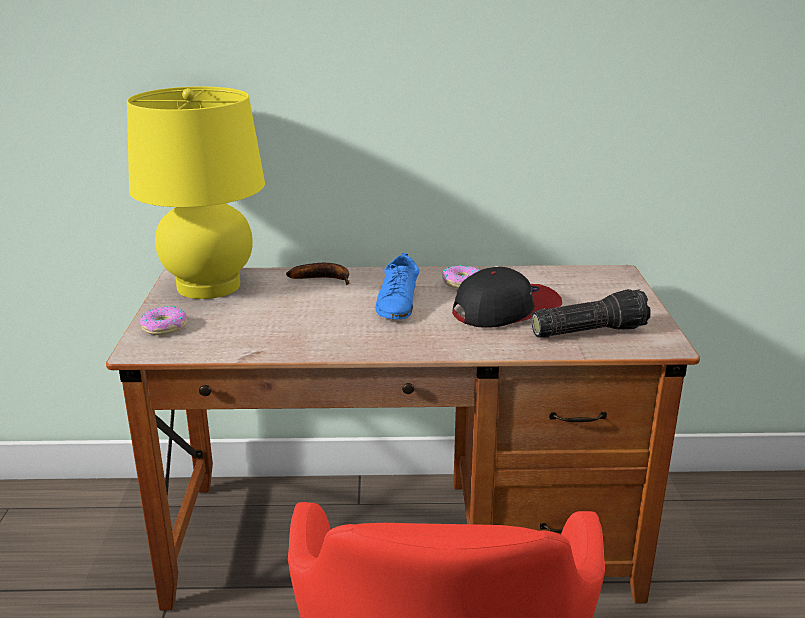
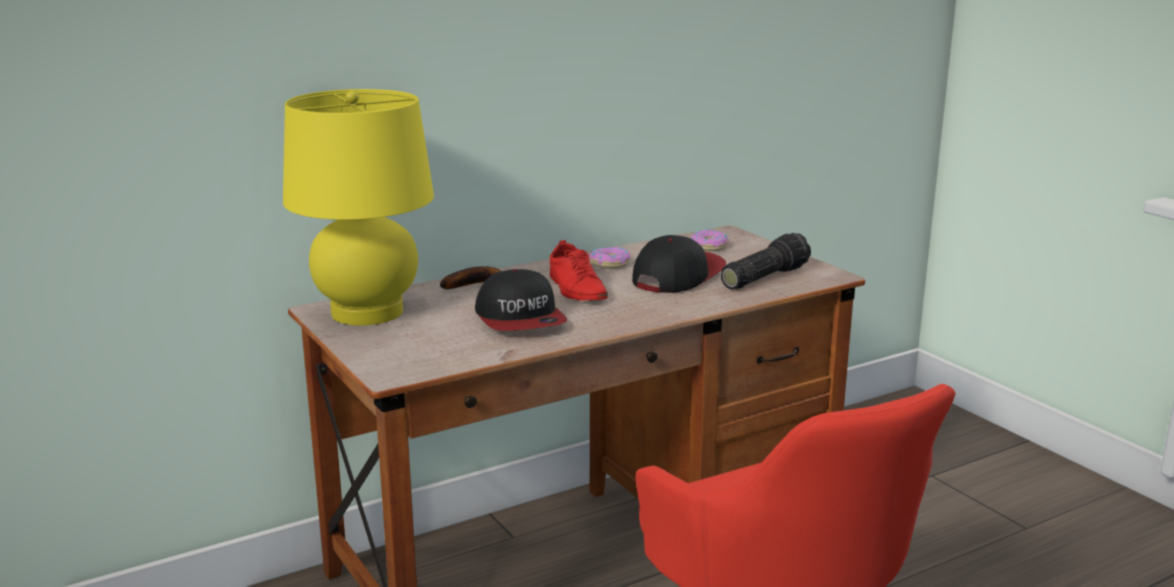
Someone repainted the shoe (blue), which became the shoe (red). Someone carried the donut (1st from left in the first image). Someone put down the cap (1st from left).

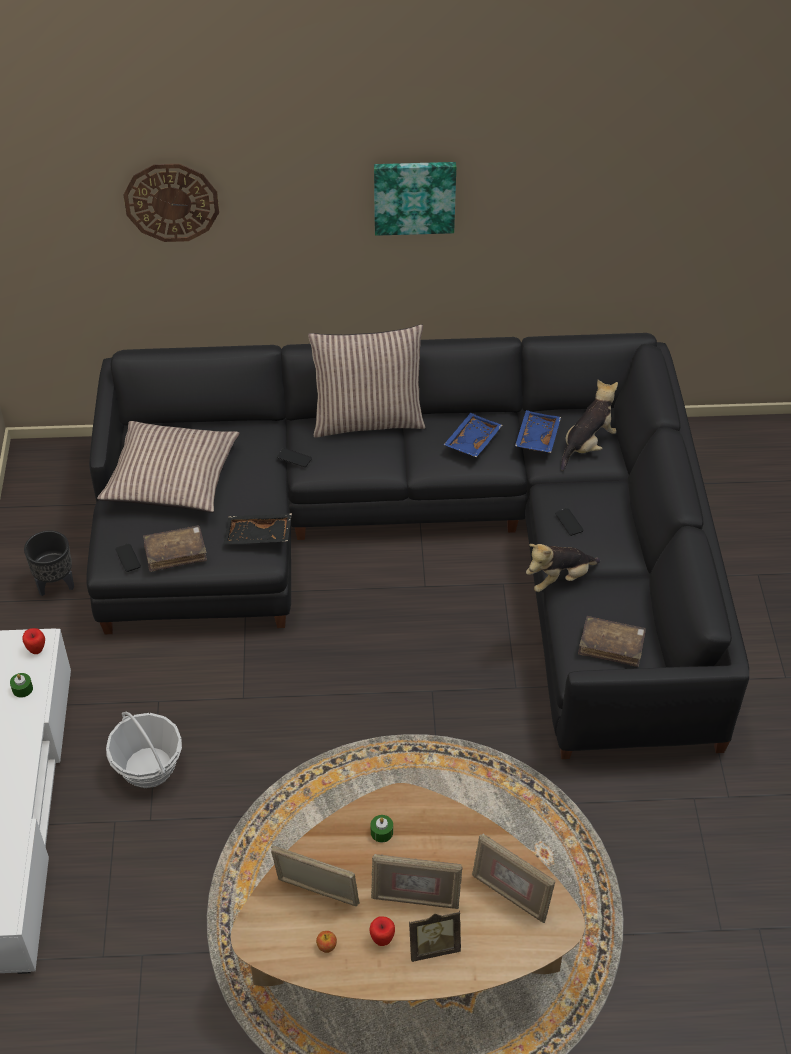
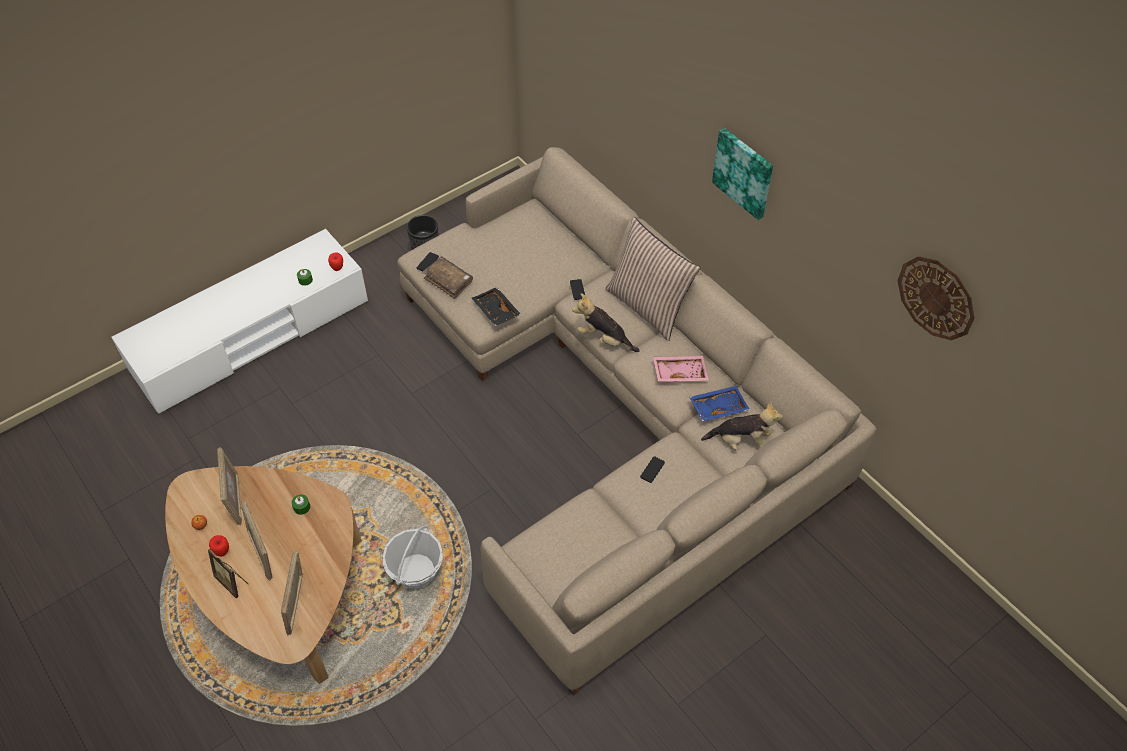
Someone carried the wall clock. Someone repainted the sofa (black), which became the sofa (beige). Someone repainted the tray (blue) (1st from left), which became the tray (pink). Someone took away the pillow (1st from left). Someone carried the plush toy (1st from left). Someone took away the book (brown) (2nd from left). Someone carried the basket.

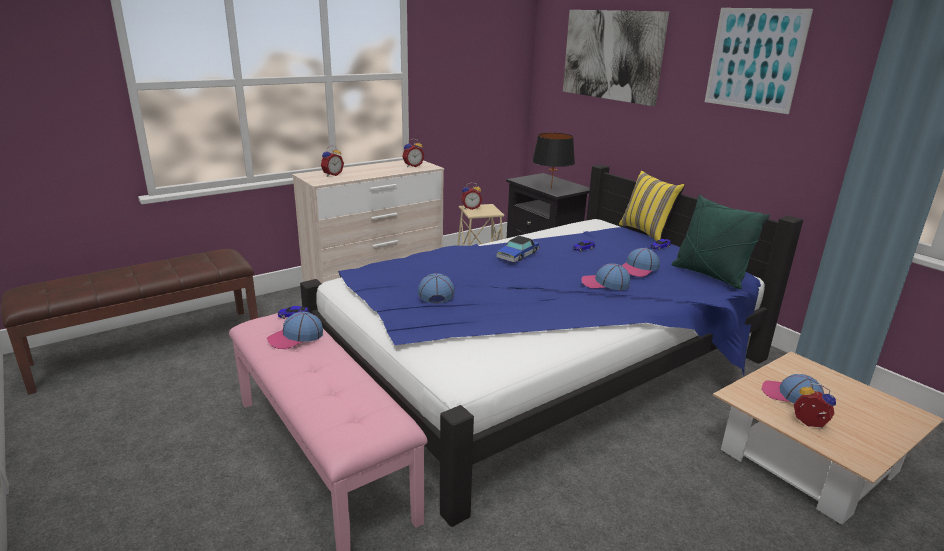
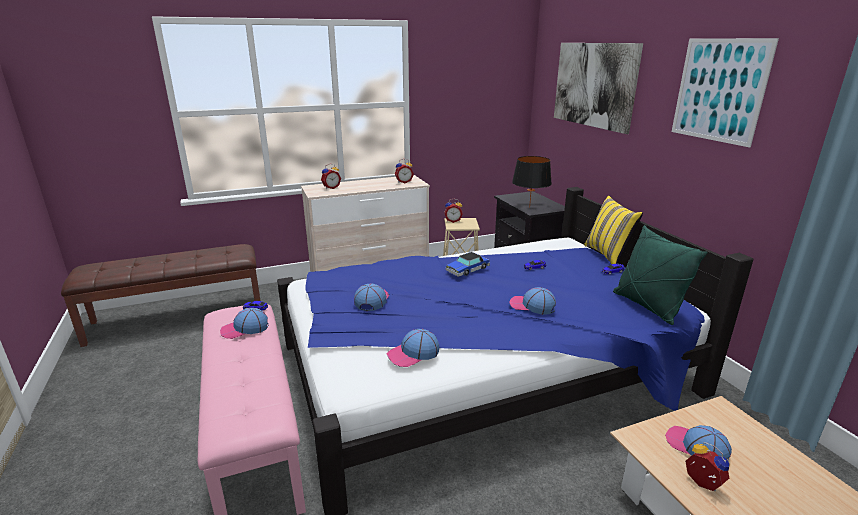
Someone carried the cap (4th from left in the first image).

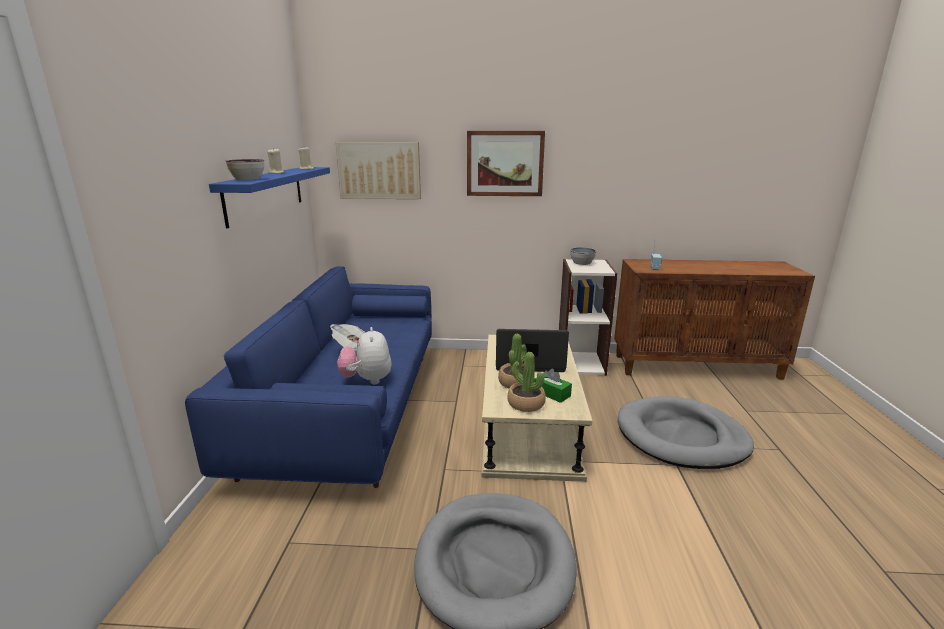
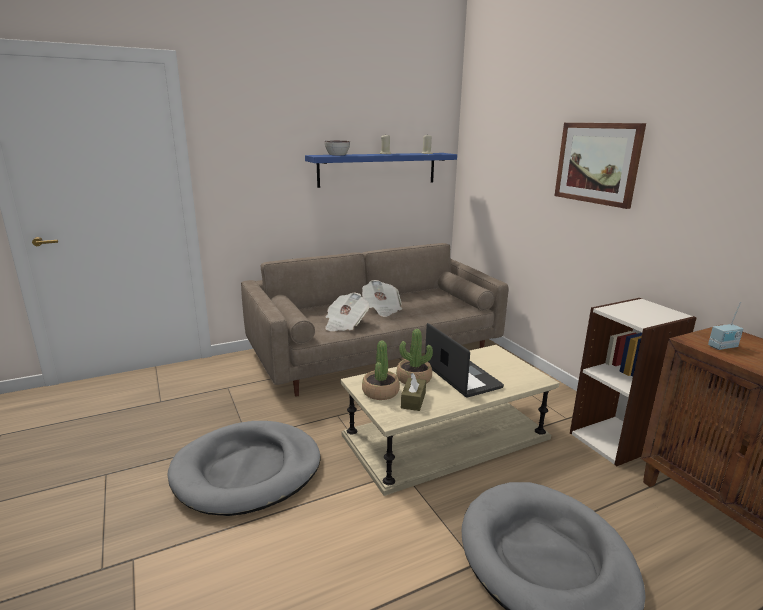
Someone took away the picture (1st from left). Someone took away the bowl (2nd from left). Someone repainted the sofa (blue), which became the sofa (beige). Someone swapped the plush toy for the newspaper (1st from left). Someone repainted the tissue box (green), which became the tissue box (brown).

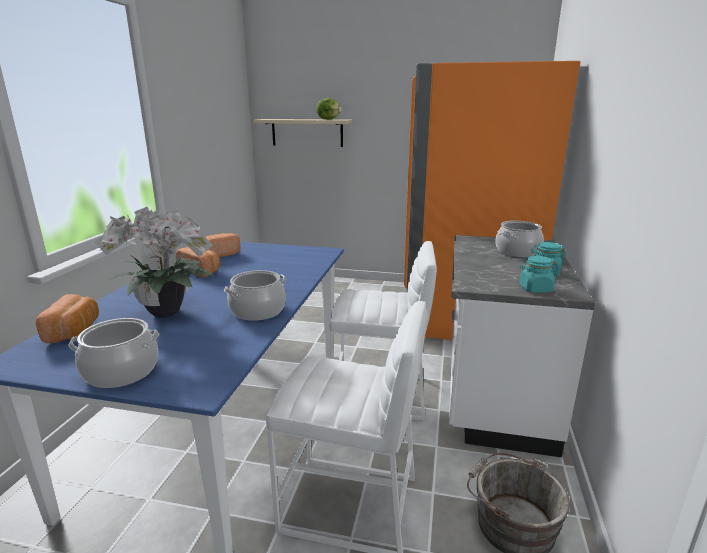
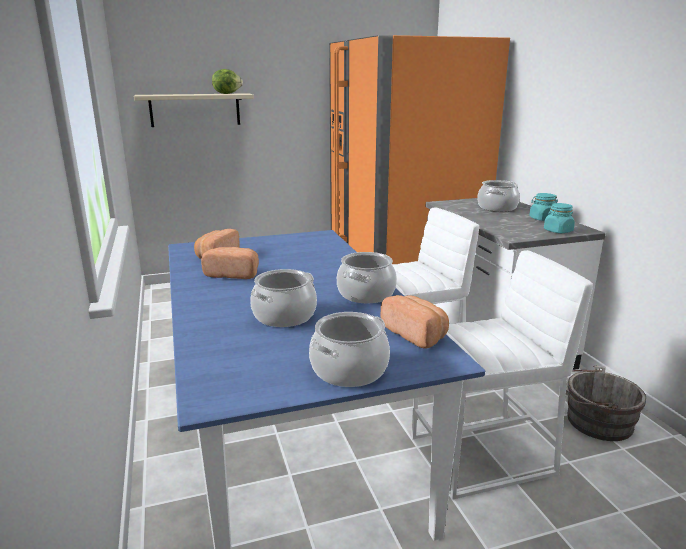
Someone swapped the potted plant for the cooking pot (1st from left). Someone carried the bread (1st from left in the first image).

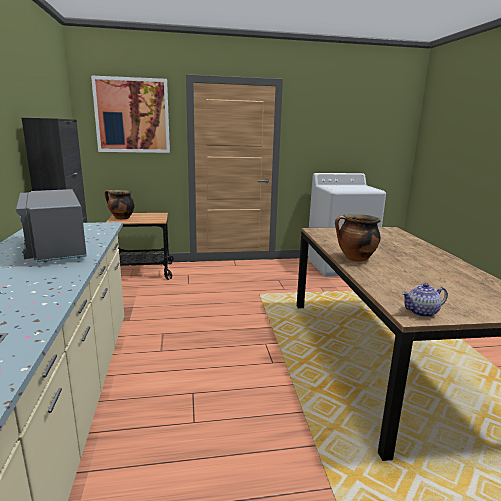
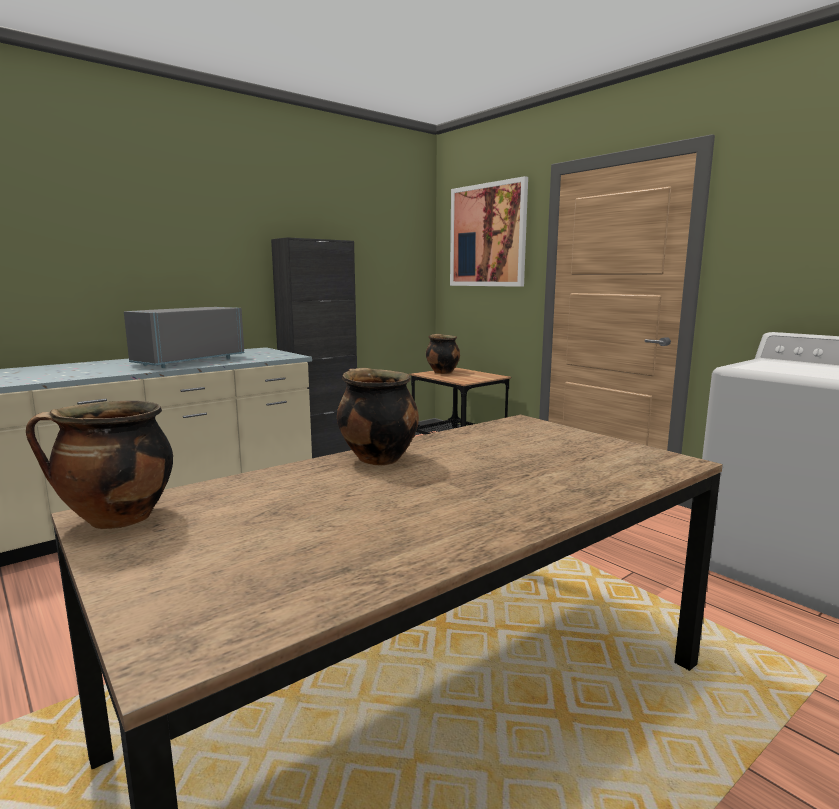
Someone swapped the teapot for the cooking pot (1st from left).

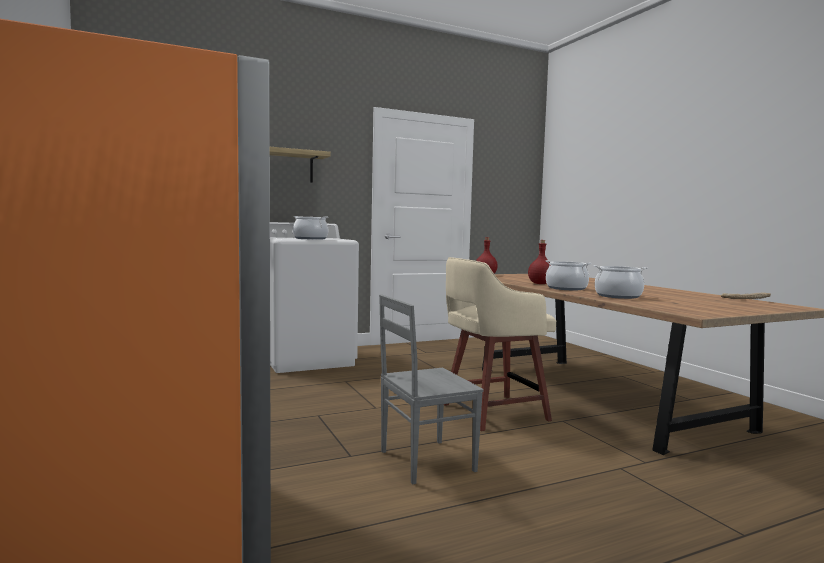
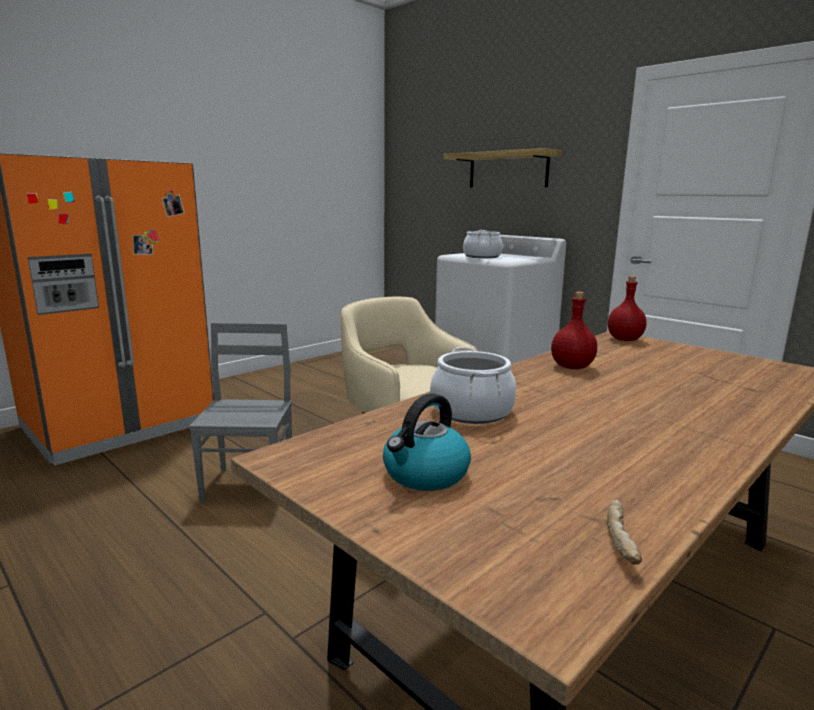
Someone took away the cooking pot (2nd from left). Someone rotated the chair (grey) by 45 degrees clockwise. Someone put down the kettle.

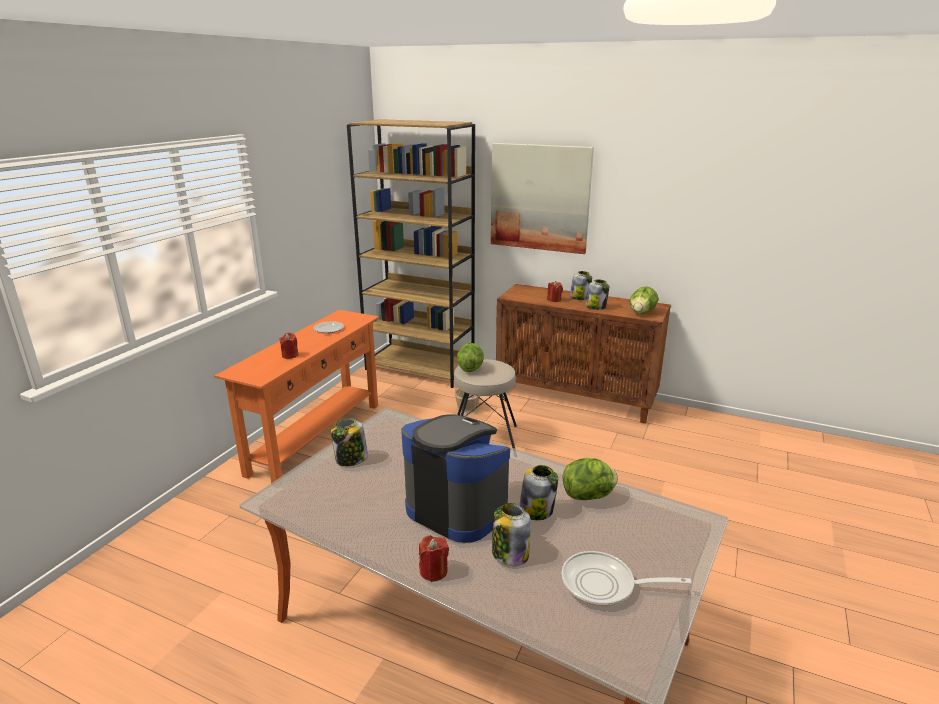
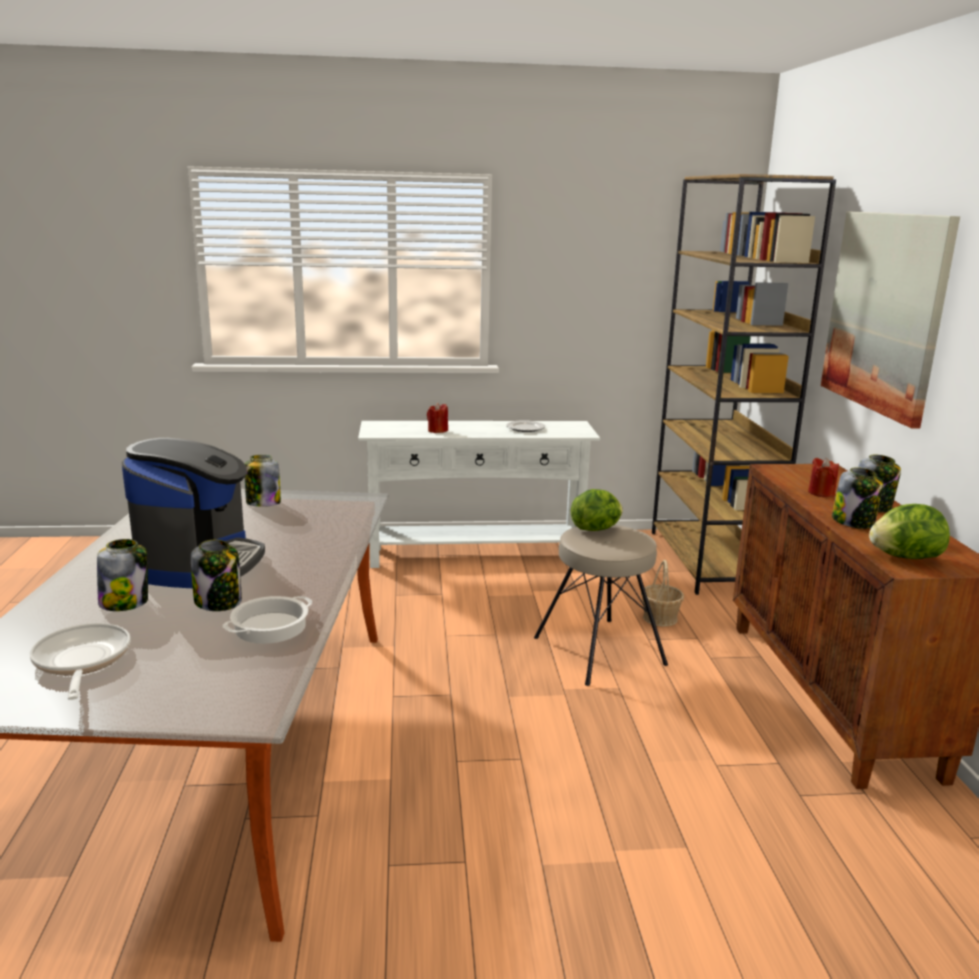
Someone repainted the console table (orange), which became the console table (white). Someone swapped the lettuce (2nd from left) for the cooking pot. Someone took away the candle (red) (2nd from left).

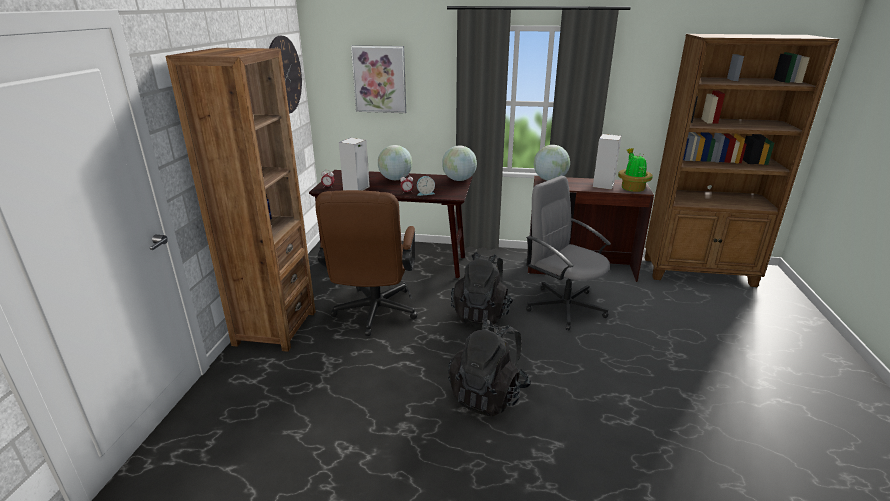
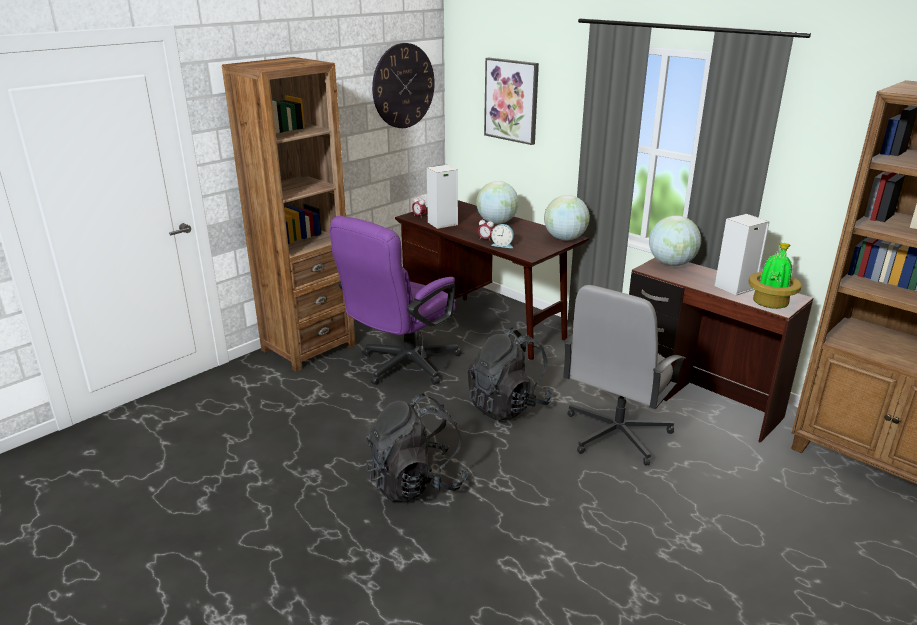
Someone rotated the office chair (grey) by 135 degrees counterclockwise. Someone repainted the office chair (brown), which became the office chair (purple).

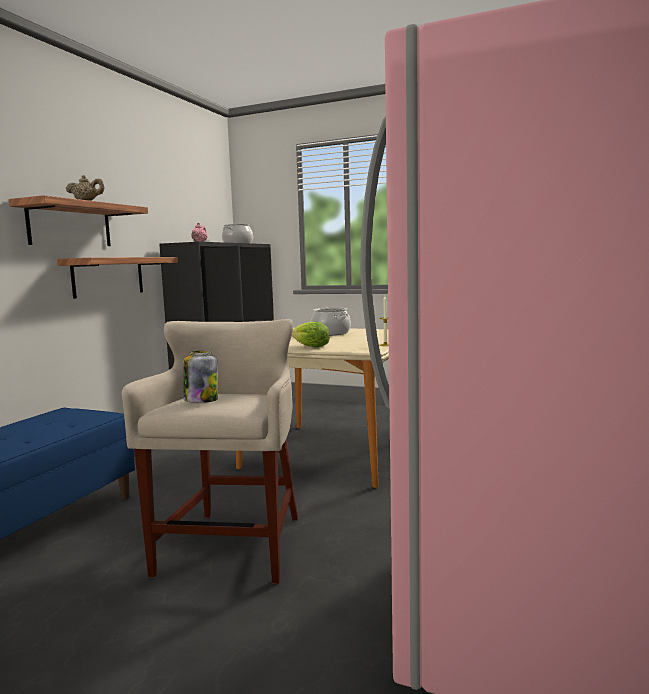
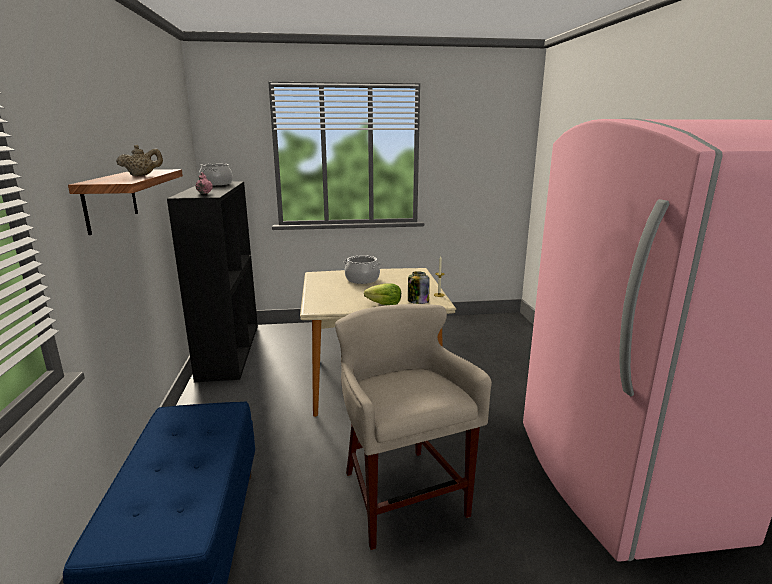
Someone took away the shelf (2nd from left). Someone carried the jar.

